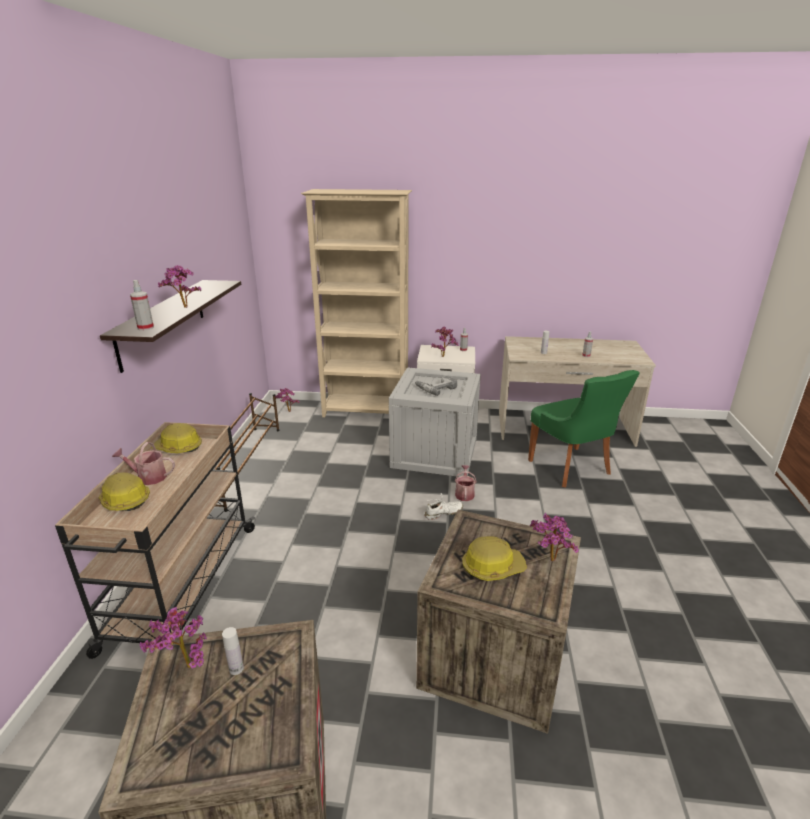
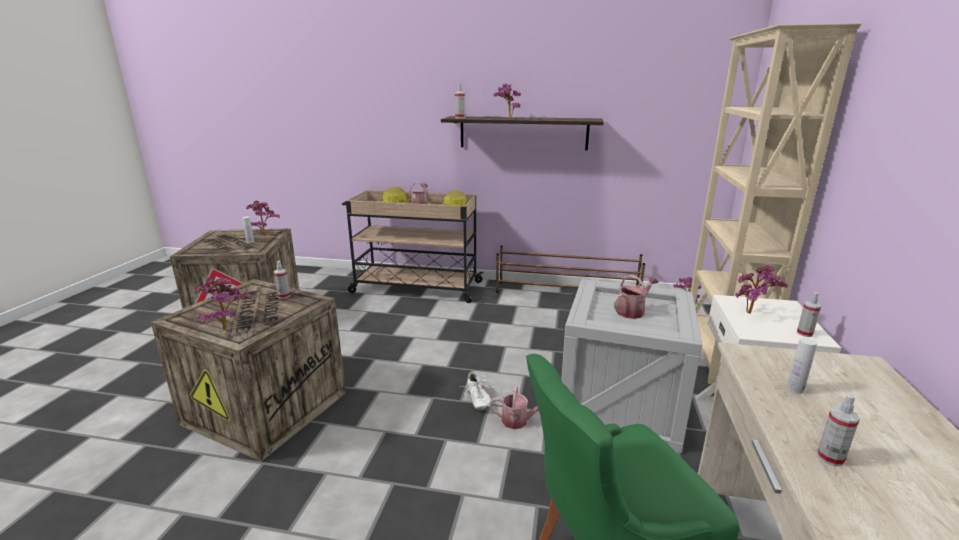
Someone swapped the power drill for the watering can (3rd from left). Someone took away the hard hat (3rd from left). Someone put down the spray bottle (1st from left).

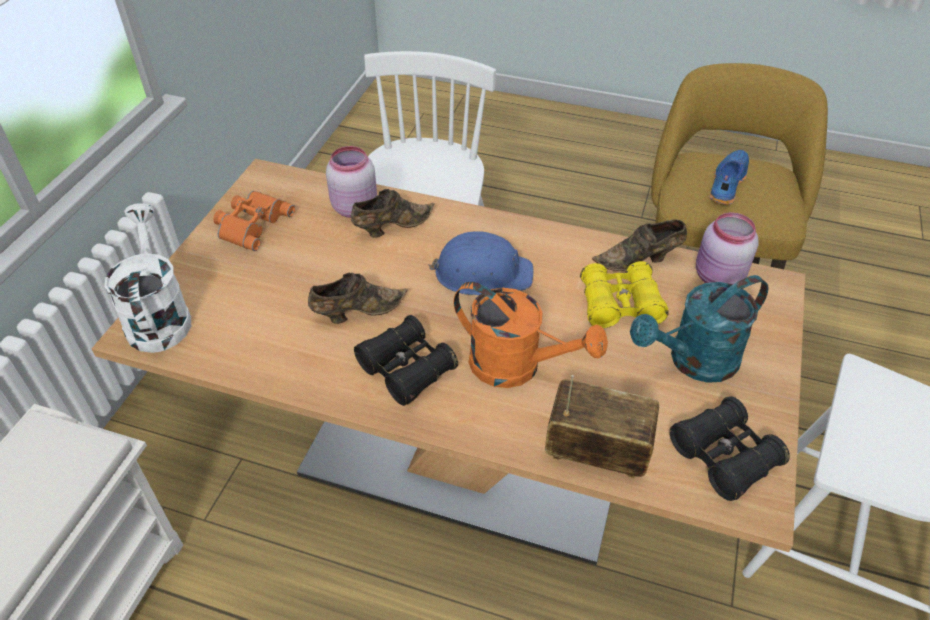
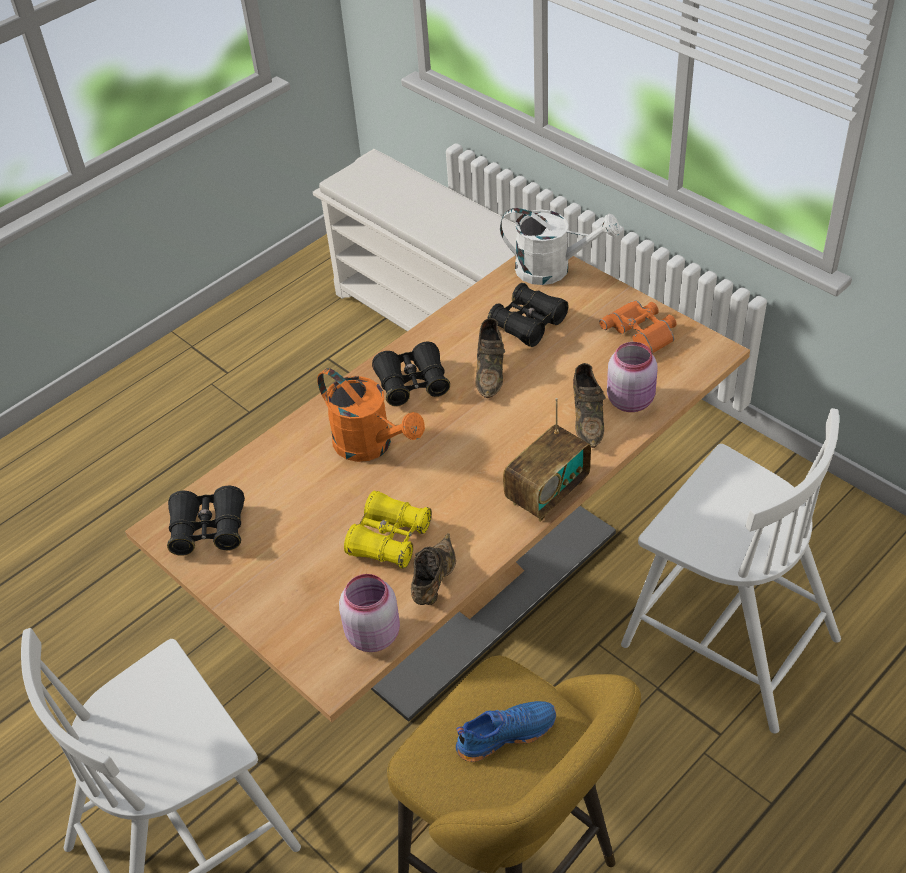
Someone rotated the shoe (blue) by 75 degrees counterclockwise. Someone took away the hard hat (blue). Someone took away the watering can (turquoise). Someone rotated the watering can (orange) by 105 degrees counterclockwise. Someone carried the radio. Someone put down the binoculars (black) (3rd from left).

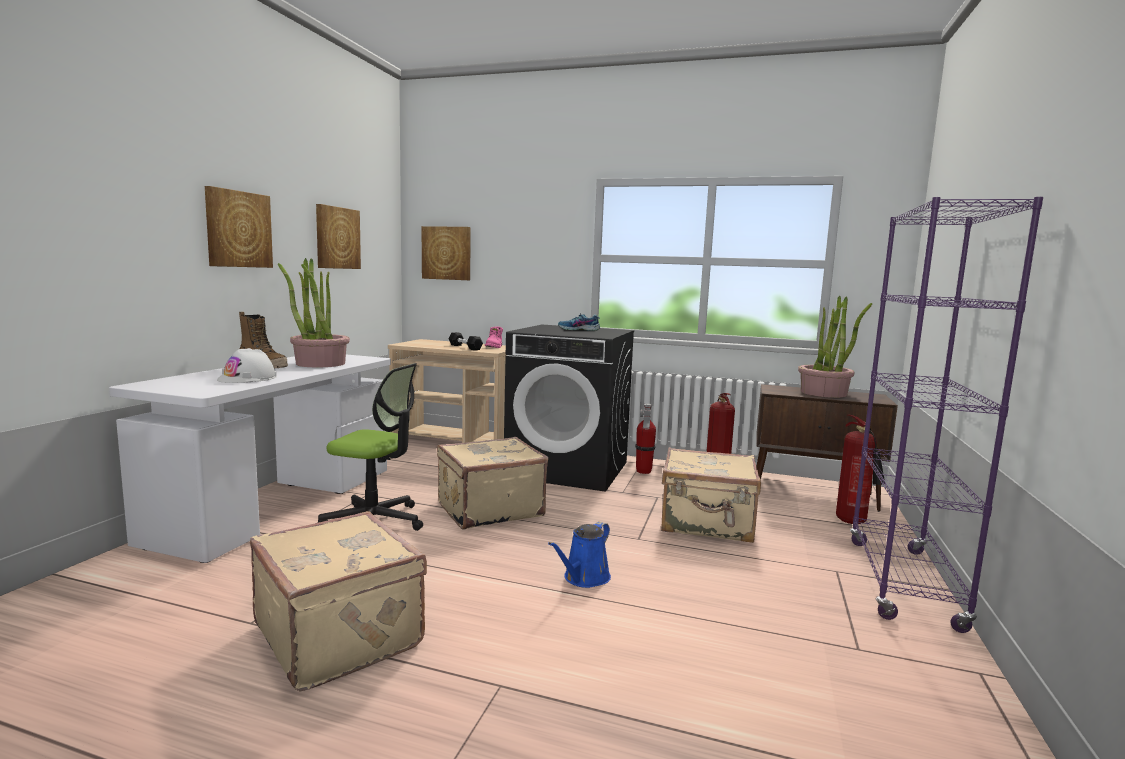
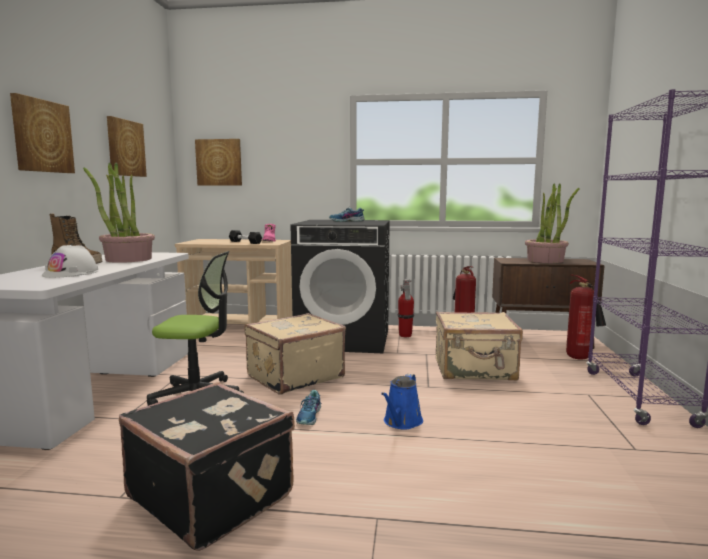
Someone repainted the suitcase (beige) (1st from left), which became the suitcase (black). Someone put down the shoe (1st from left).

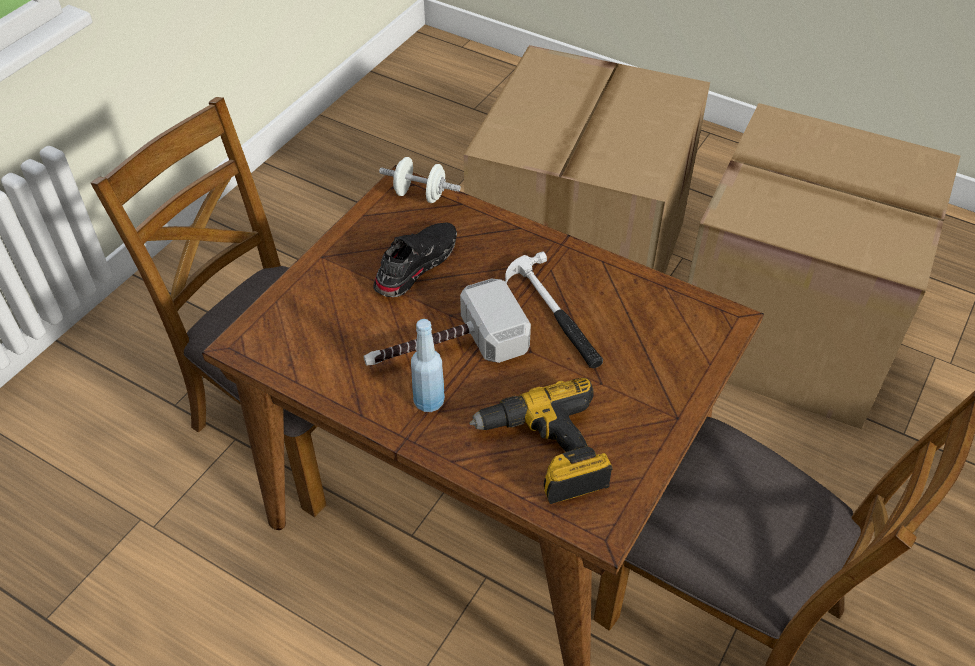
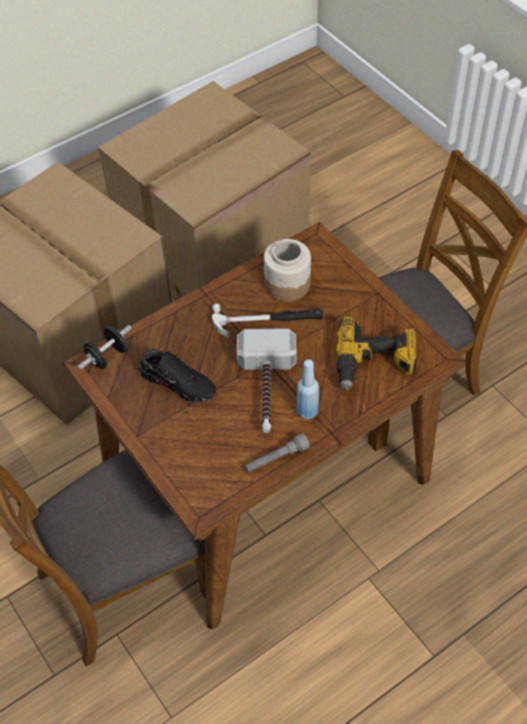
Someone repainted the dumbbell (white), which became the dumbbell (black). Someone rotated the shoe (black) by 150 degrees clockwise. Someone put down the jar. Someone put down the flashlight (grey).

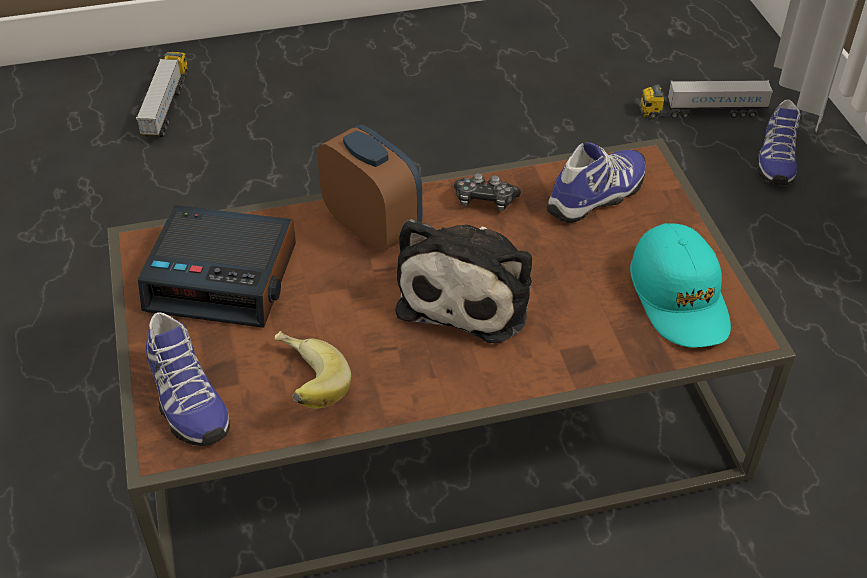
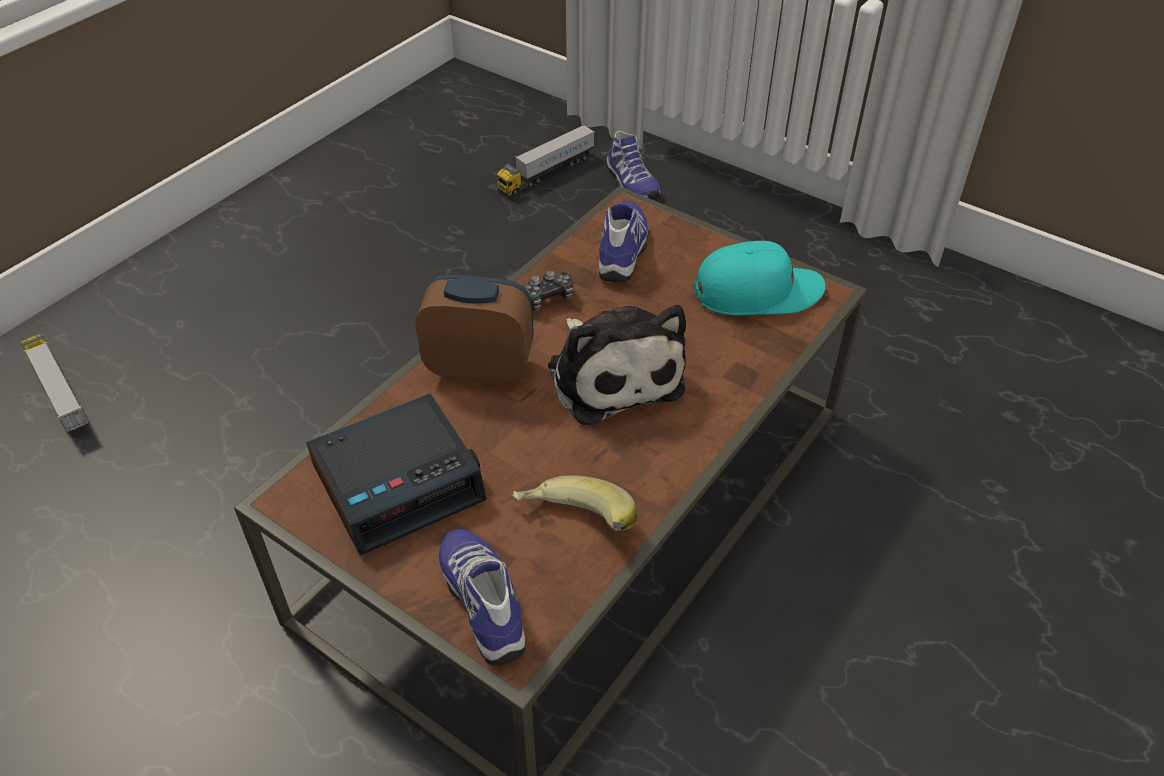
Someone rotated the cap (turquoise) by 45 degrees counterclockwise. Someone rotated the shoe (1st from left) by 135 degrees counterclockwise.

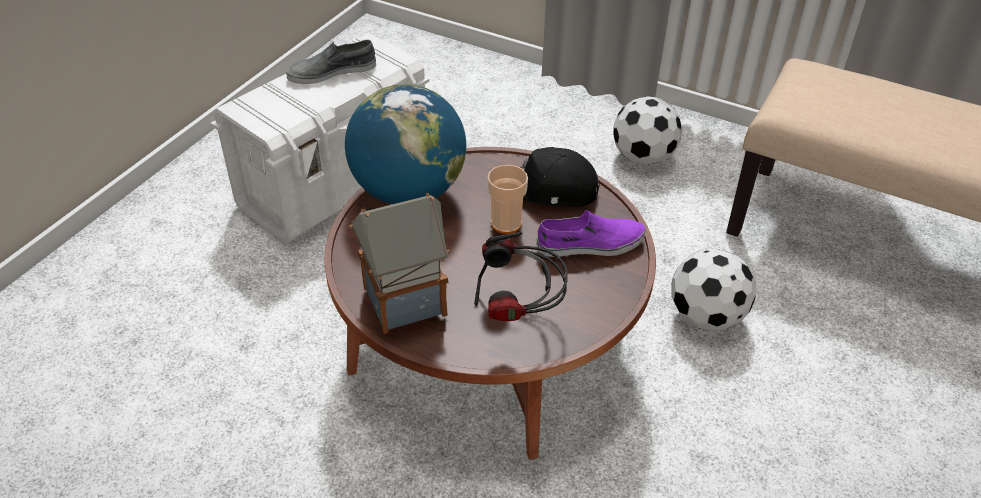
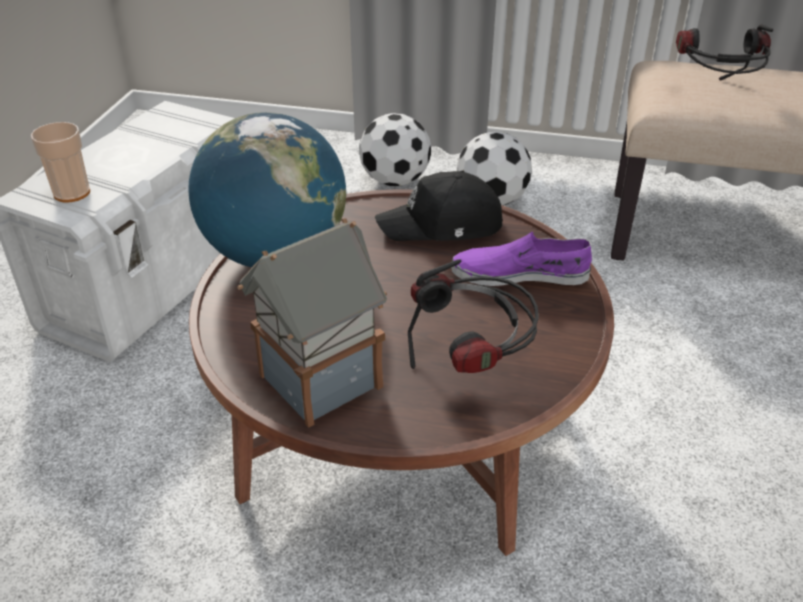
Someone took away the shoe (grey). Someone carried the cup. Someone rotated the shoe (purple) by 150 degrees counterclockwise. Someone carried the football (2nd from left in the first image). Someone put down the headphones (2nd from left).

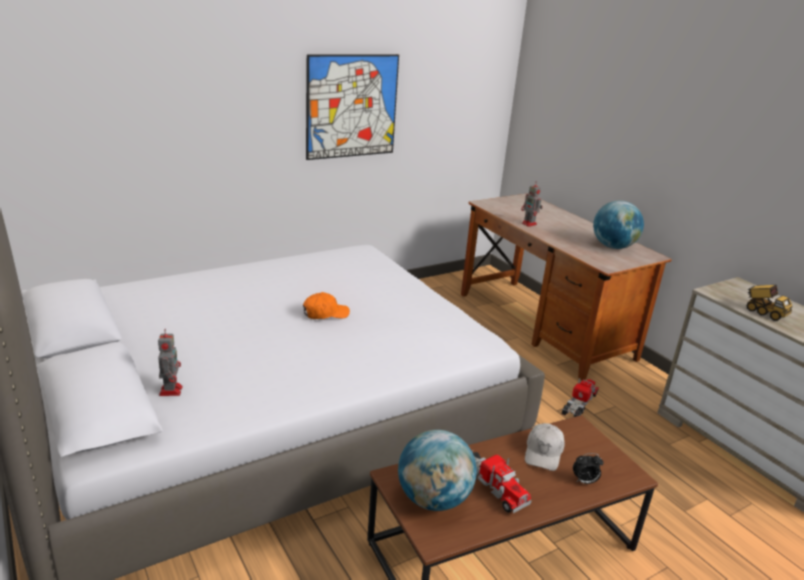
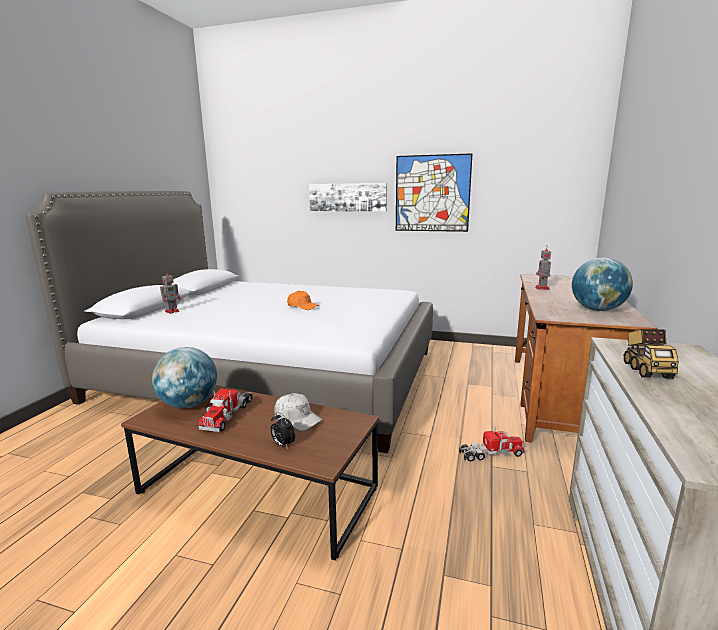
Someone rotated the cap (white) by 120 degrees counterclockwise. Someone put up the picture (1st from left).

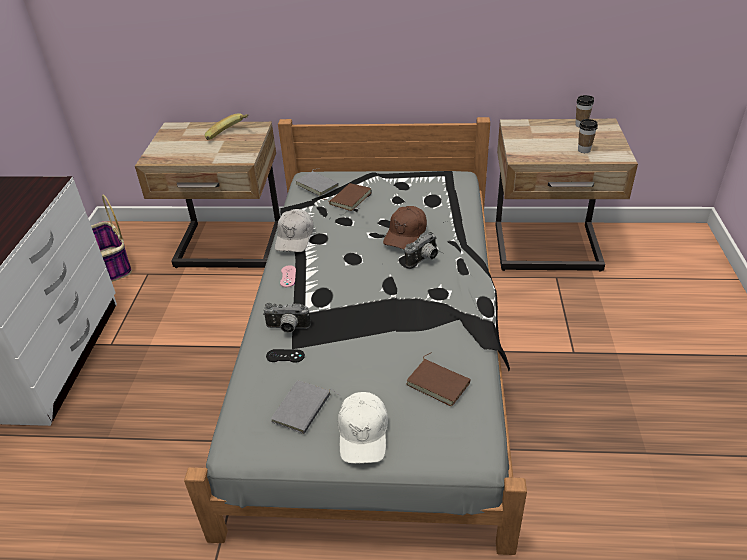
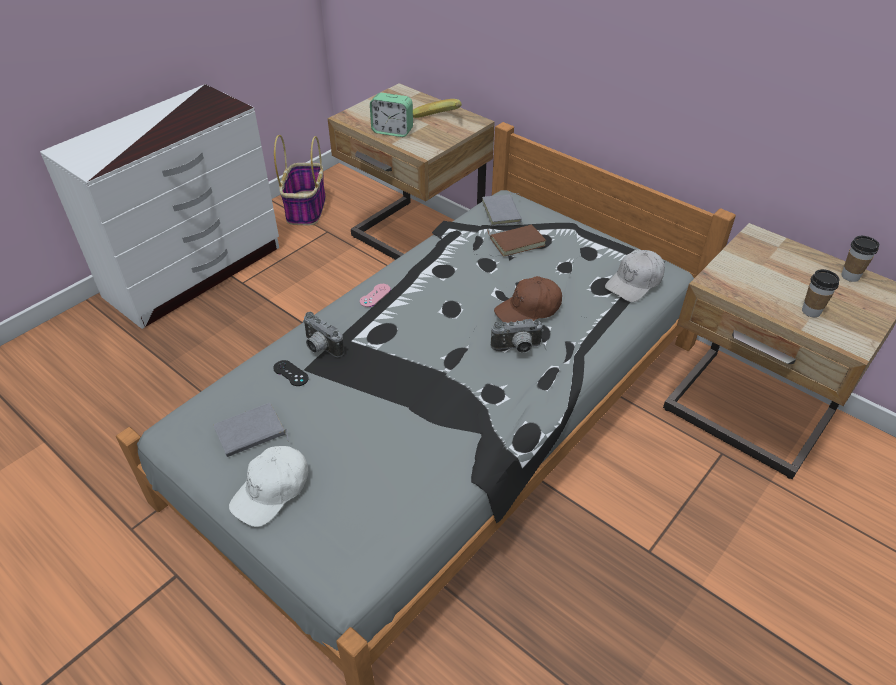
Someone carried the cap (white) (1st from left in the first image). Someone took away the book (brown) (2nd from left). Someone put down the alarm clock.

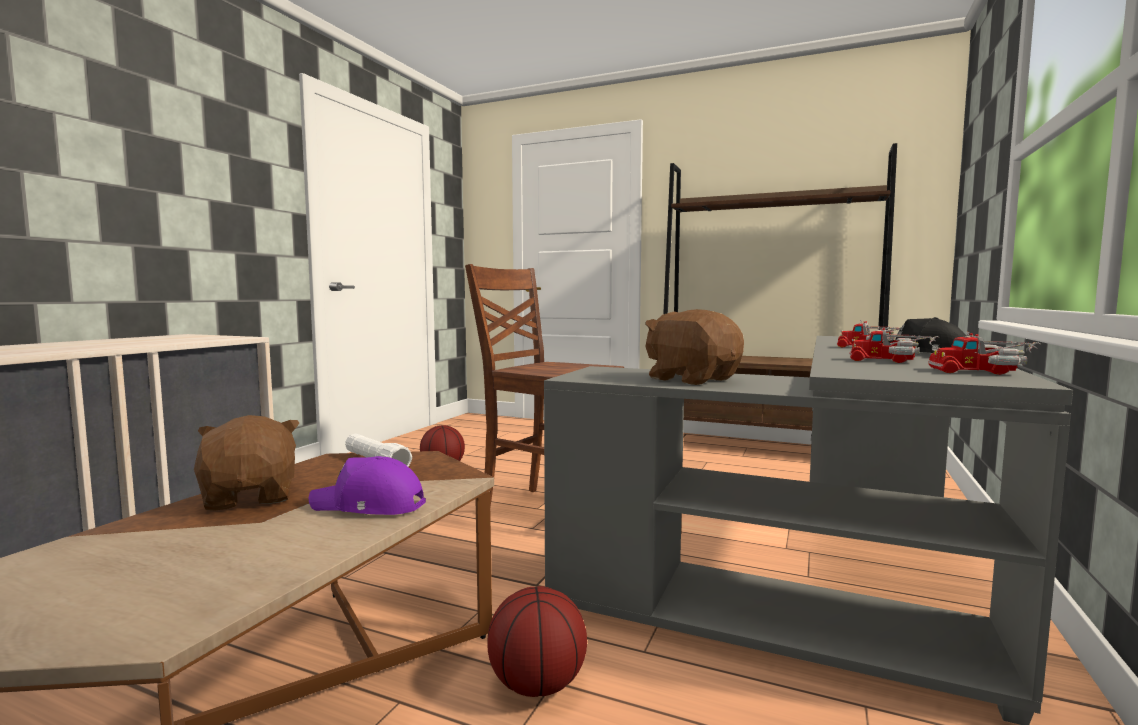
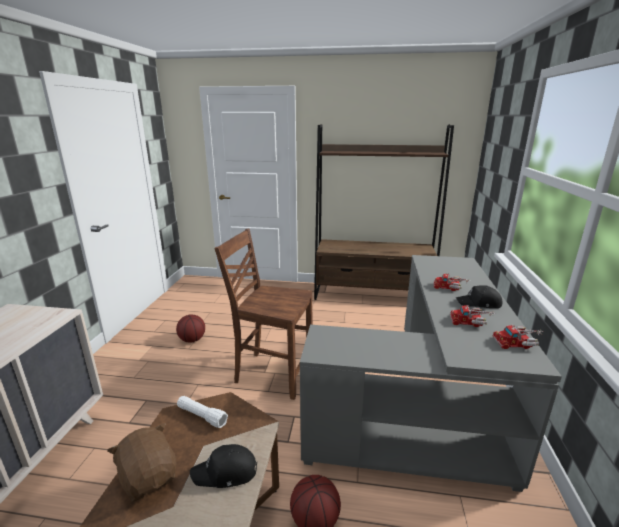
Someone took away the plush toy (brown) (2nd from left). Someone repainted the cap (purple), which became the cap (black) (1st from left).

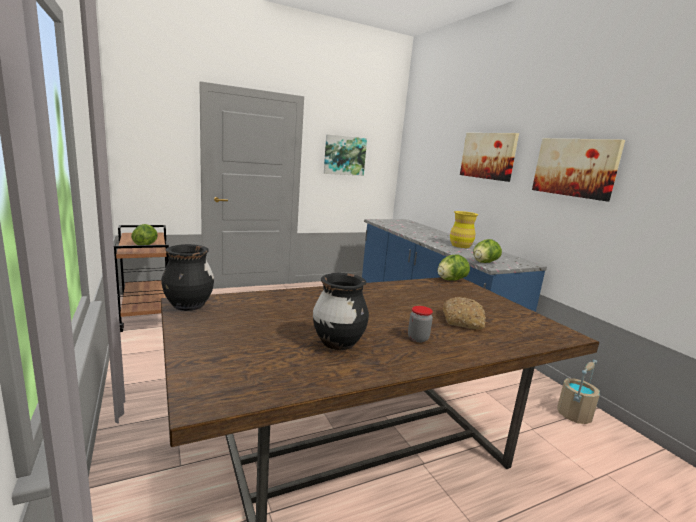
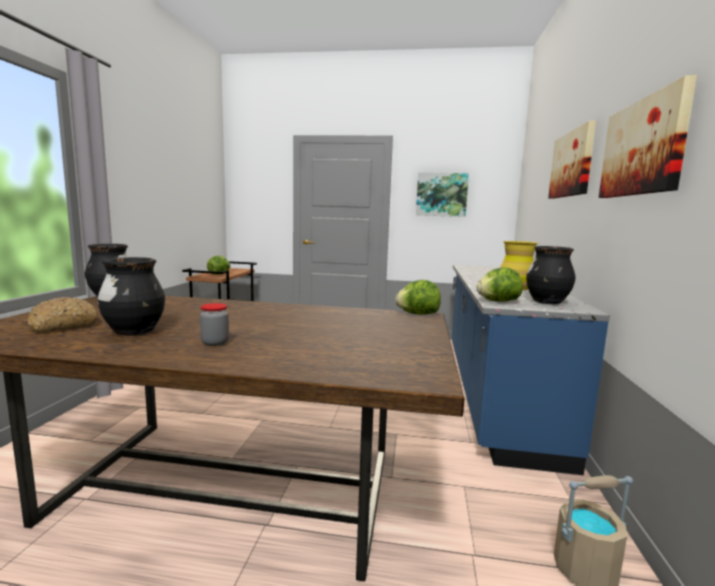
Someone carried the bread. Someone put down the vase (black) (3rd from left).

